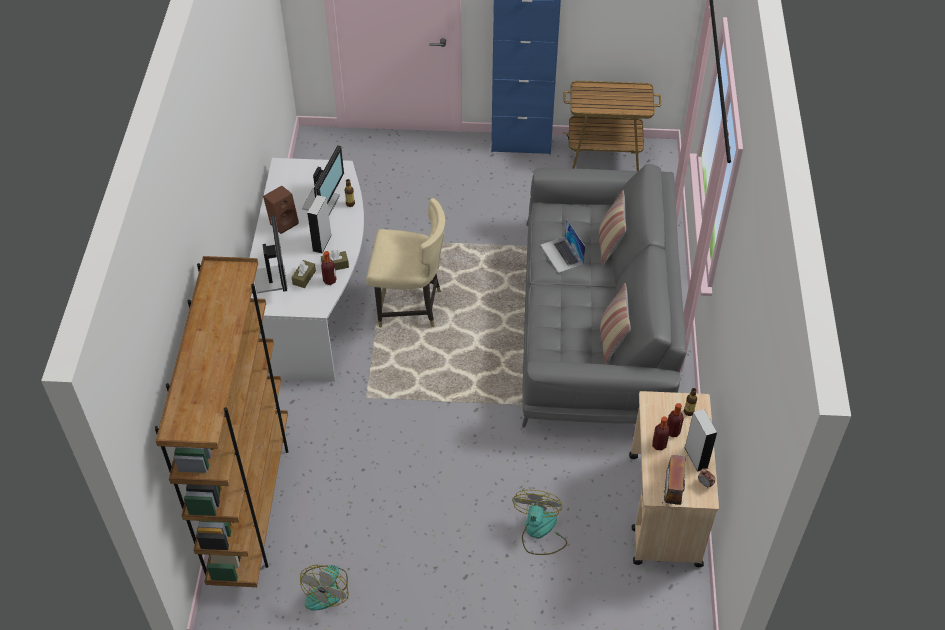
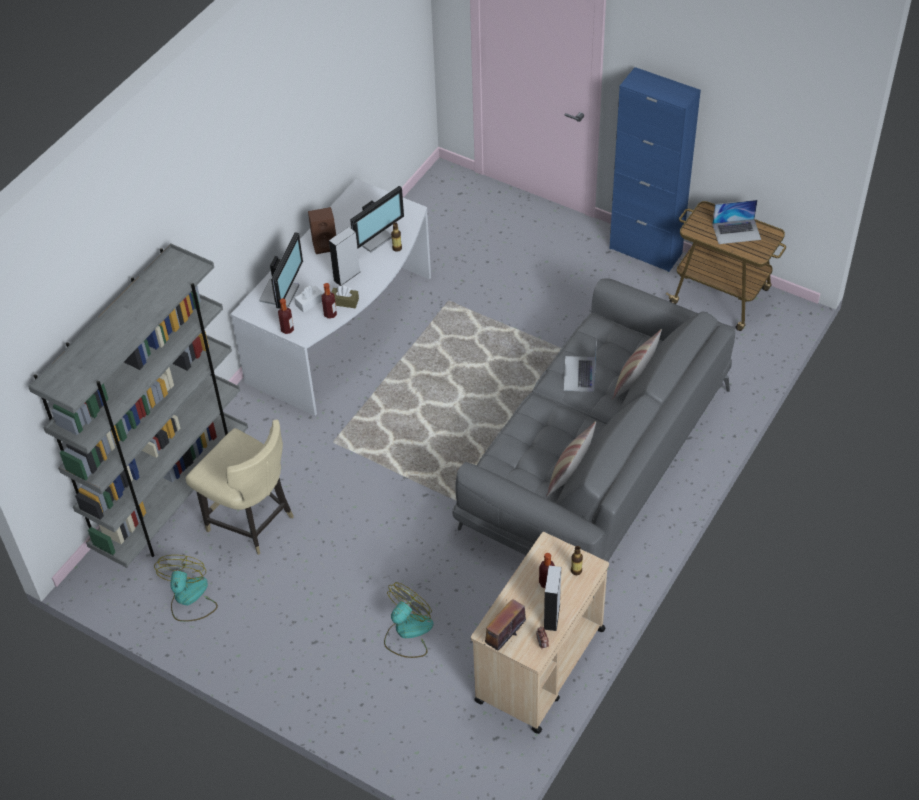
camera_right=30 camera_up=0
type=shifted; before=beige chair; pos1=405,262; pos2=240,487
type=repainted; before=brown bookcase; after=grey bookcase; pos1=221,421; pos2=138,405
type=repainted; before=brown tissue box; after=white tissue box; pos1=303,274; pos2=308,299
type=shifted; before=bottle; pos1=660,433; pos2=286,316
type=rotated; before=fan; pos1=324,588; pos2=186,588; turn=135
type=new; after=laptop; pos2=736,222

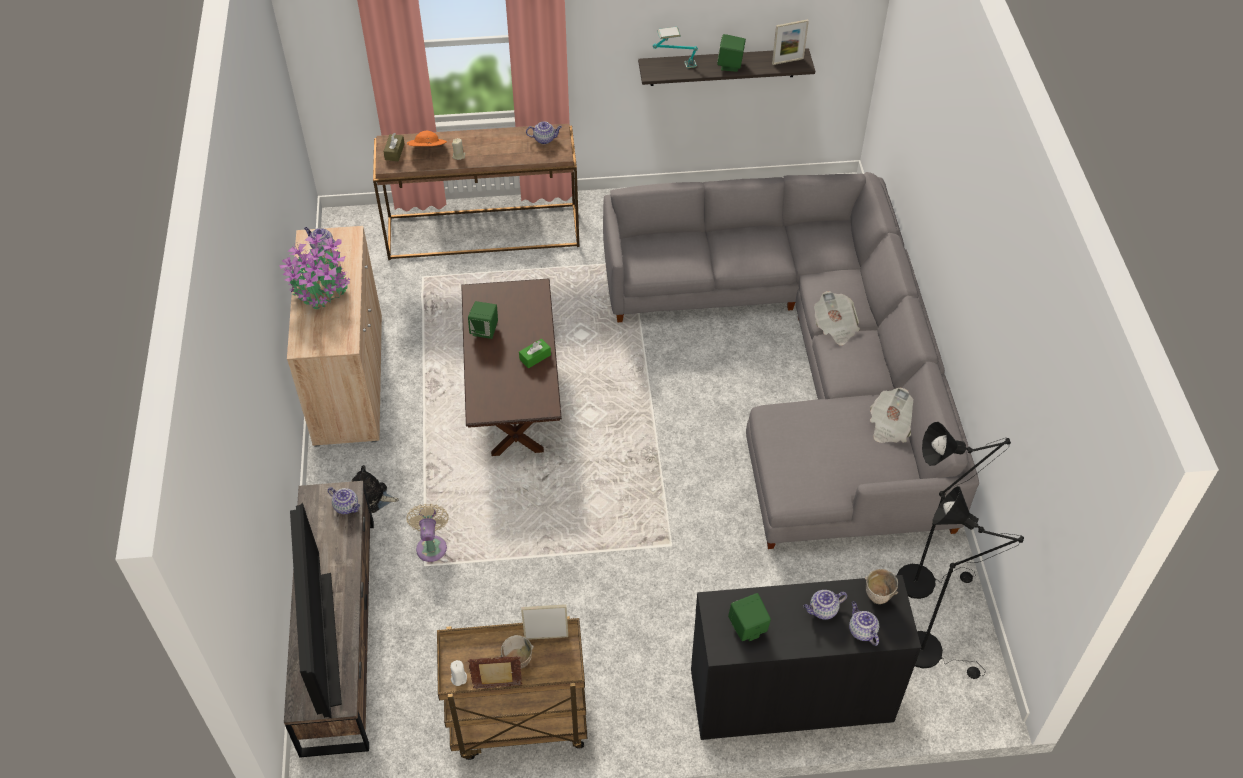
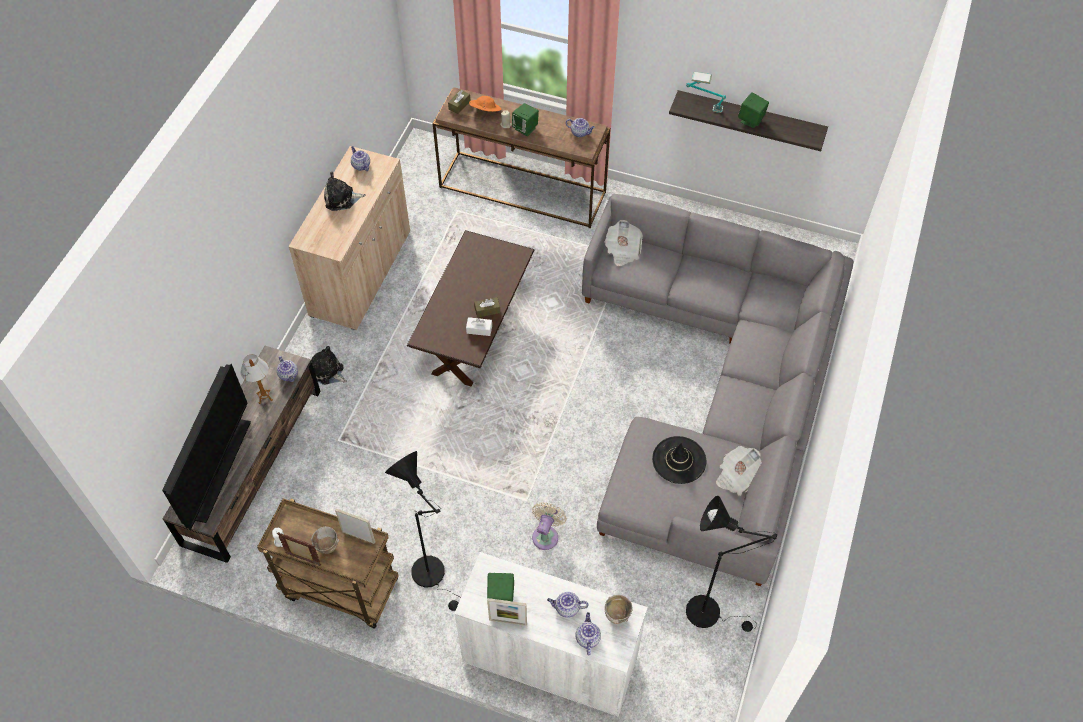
camera_right=25 camera_up=5
type=shifted; before=picture frame; pos1=790,42; pos2=507,612
type=swapped; before=potted plant; after=plush toy; pos1=314,271; pos2=345,191
type=shifted; before=newspaper; pos1=837,318; pos2=623,243
type=shifted; before=green speaker; pos1=483,320; pos2=525,119
type=repainted; before=green tissue box; after=brown tissue box; pos1=535,353; pos2=487,307
type=shifted; before=black floor lamp; pos1=969,582; pos2=422,531
type=shifted; before=beige fan; pos1=427,533; pos2=549,526
type=repainted; before=black cabinet; after=white cabinet; pos1=806,657; pos2=551,634
type=new; after=white tissue box; pos2=479,326
type=new; after=table lamp; pos2=256,379
type=new; after=black hat; pos2=679,460

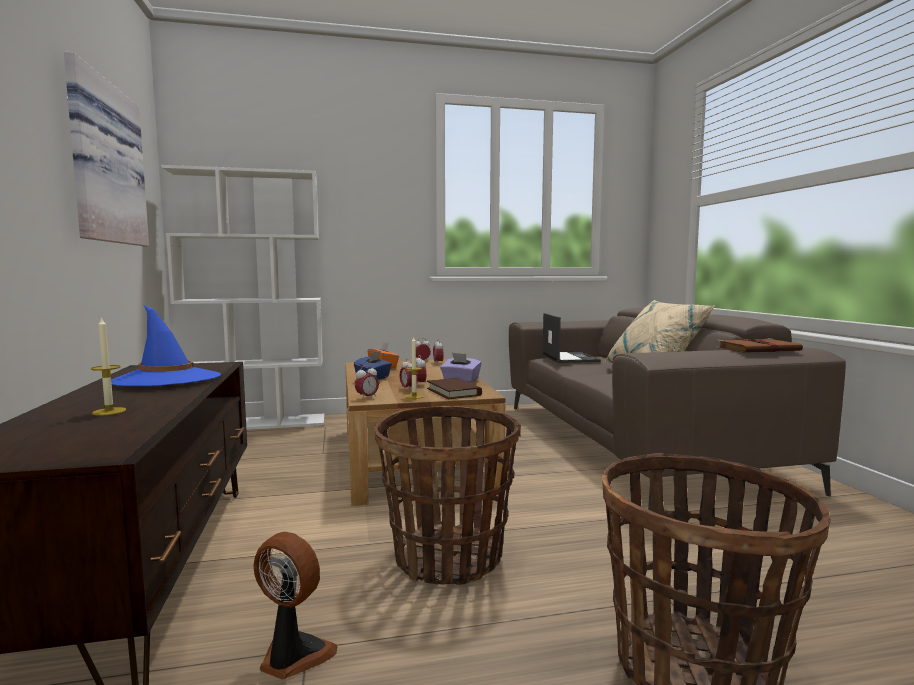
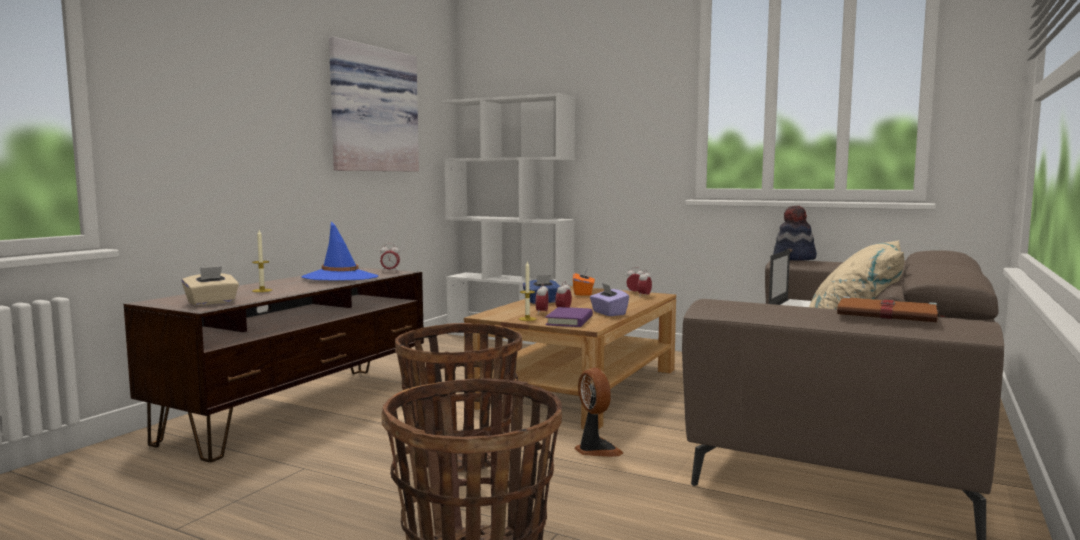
camera_right=40 camera_up=0
type=shifted; before=alarm clock; pos1=367,382; pos2=390,257
type=repainted; before=brown book; after=purple book; pos1=454,388; pos2=569,317
type=shifted; before=fan; pos1=295,605; pos2=598,412
type=new; after=hat; pos2=795,233
type=new; after=beige tissue box; pos2=210,286

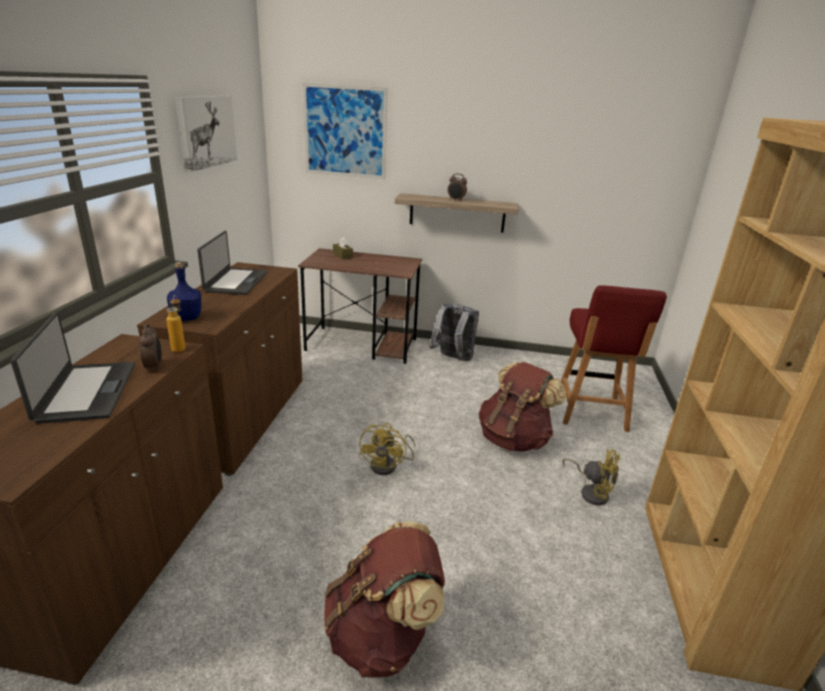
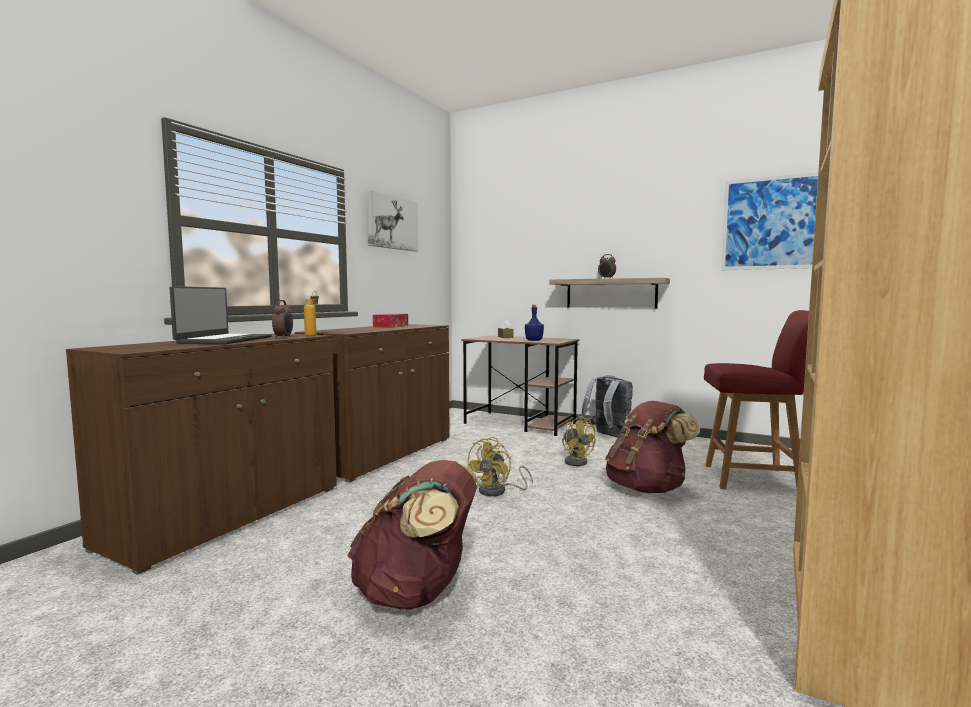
camera_right=20 camera_up=-20
type=shifted; before=picture; pos1=345,131; pos2=769,221
type=swapped; before=laptop; after=tissue box; pos1=232,263; pos2=390,321
type=shifted; before=blue bottle; pos1=184,291; pos2=534,323
type=rotated; before=red chair; pos1=614,359; pos2=756,400; turn=-105
type=shifted; before=yellow fan; pos1=591,477; pos2=579,440

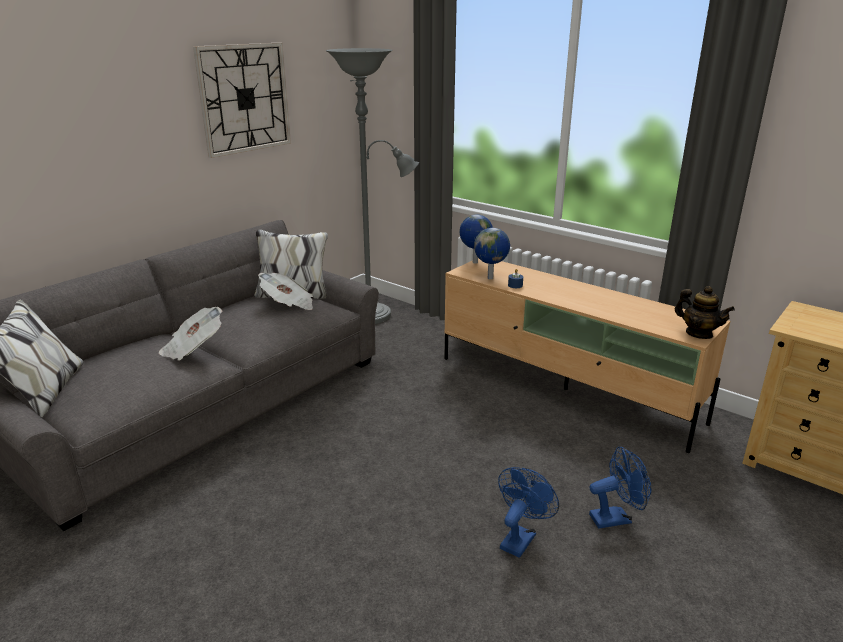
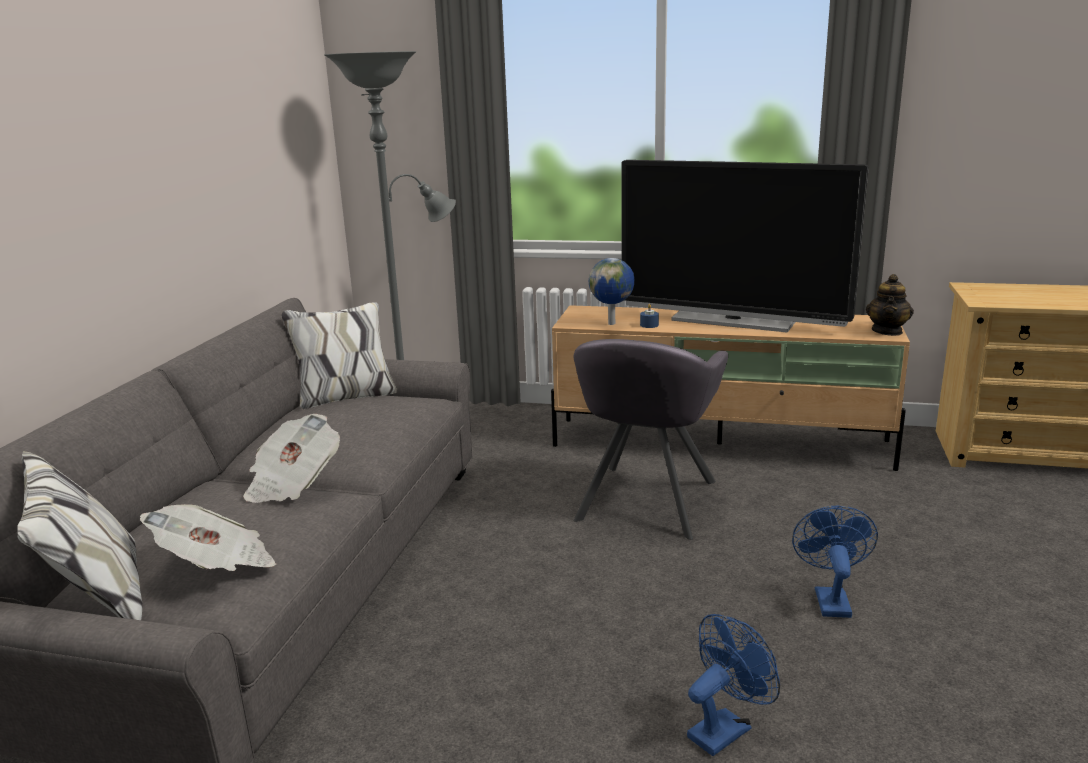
camera_right=-25 camera_up=-5
type=gone; before=wall clock; pos1=242,100
type=gone; before=globe; pos1=476,239
type=shifted; before=newspaper; pos1=285,291; pos2=208,537
type=rotated; before=teapot; pos1=705,312; pos2=890,305; turn=90
type=shifted; before=blue fan; pos1=620,488; pos2=733,685
type=new; after=television; pos2=745,246
type=new; after=grey armchair; pos2=650,439

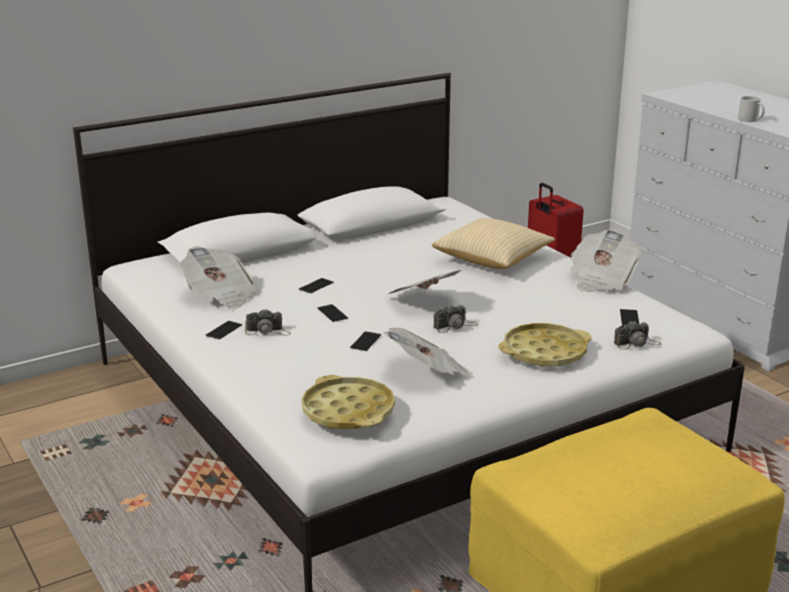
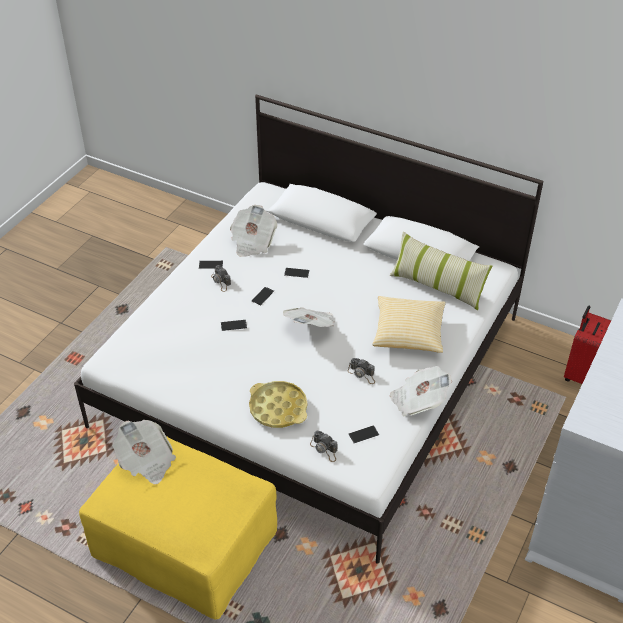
camera_right=60 camera_up=20
type=gone; before=white mug; pos1=751,109
type=shifted; before=photo camera; pos1=456,318; pos2=361,371
type=shifted; before=newspaper; pos1=428,351; pos2=144,452
type=gone; before=yellow tray; pos1=348,402
type=new; after=pillow; pos2=441,270

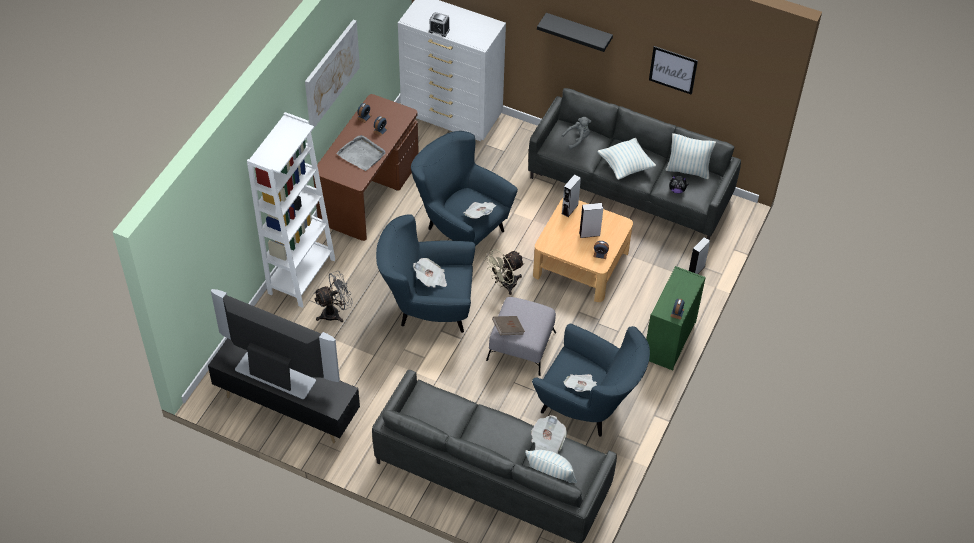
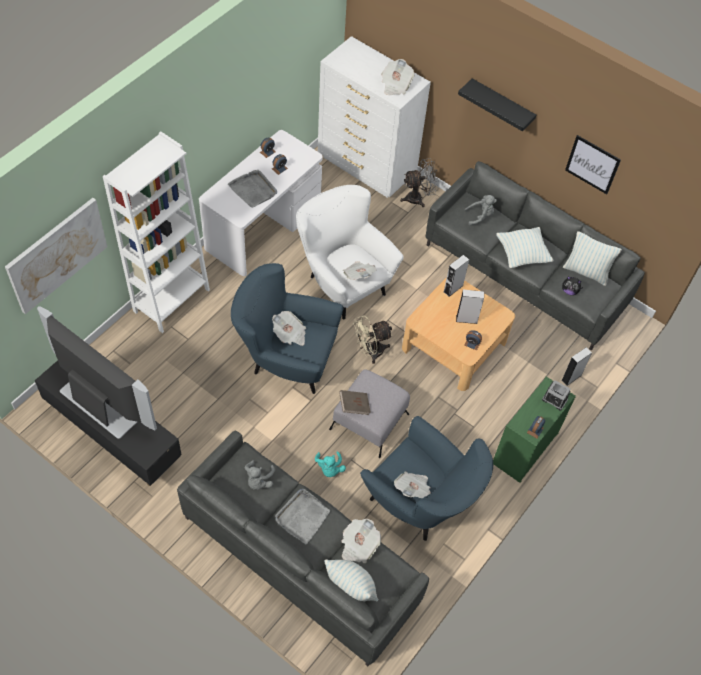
camera_right=10 camera_up=5
type=shifted; before=alarm clock; pos1=439,24; pos2=556,395
type=shifted; before=picture; pos1=332,73; pos2=56,256
type=repainted; before=brown desk; after=white desk; pos1=366,167; pos2=261,203
type=repainted; before=blue armchair; after=white armchair; pos1=464,188; pos2=350,252
type=shifted; before=grey fan; pos1=333,296; pos2=419,182
type=new; after=newspaper; pos2=397,77
type=new; after=turquoise plush toy; pos2=330,464
type=new; after=grey plush toy; pos2=259,475
type=new; after=grey tray; pos2=302,516

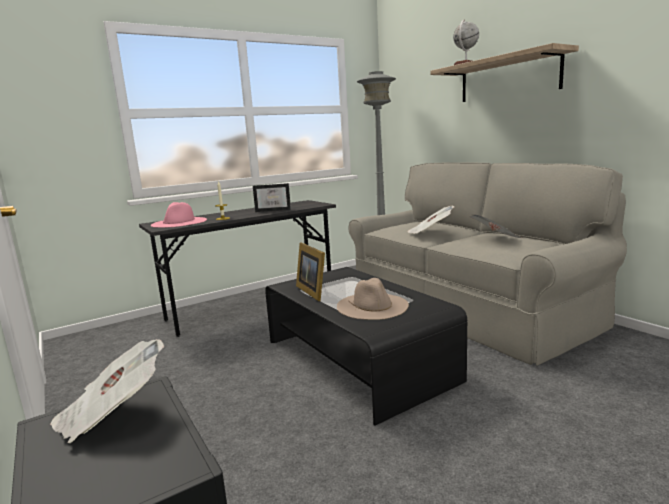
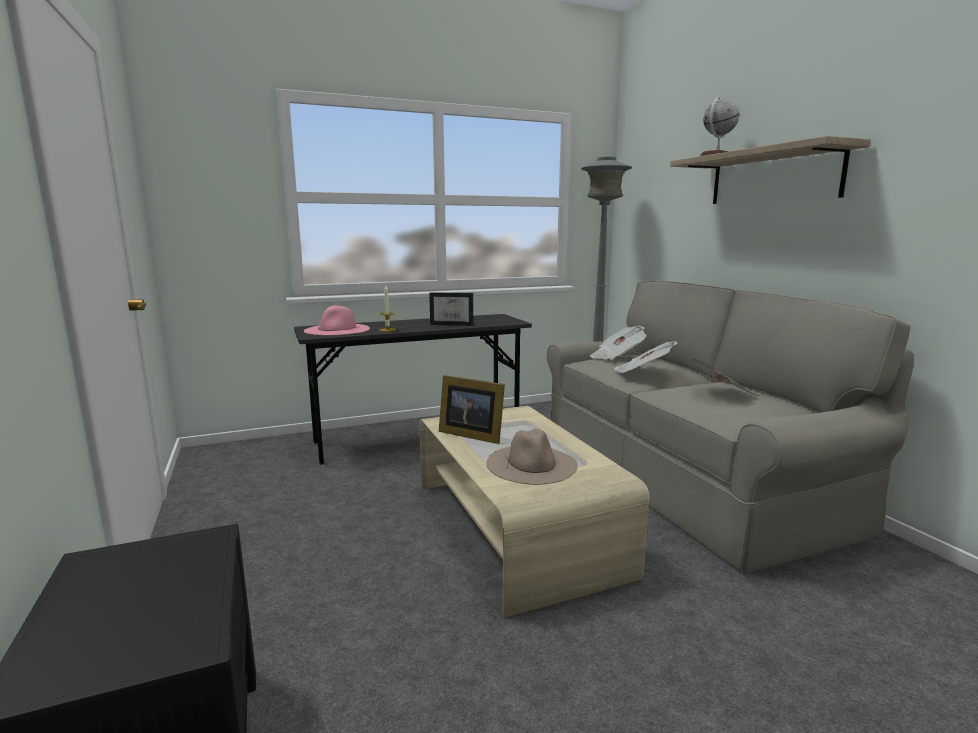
camera_right=10 camera_up=0
type=rotated; before=picture frame; pos1=310,272; pos2=472,409; turn=-45
type=repainted; before=black coffee table; after=beige coffee table; pos1=366,346; pos2=534,512
type=shifted; before=newspaper; pos1=107,391; pos2=618,343

